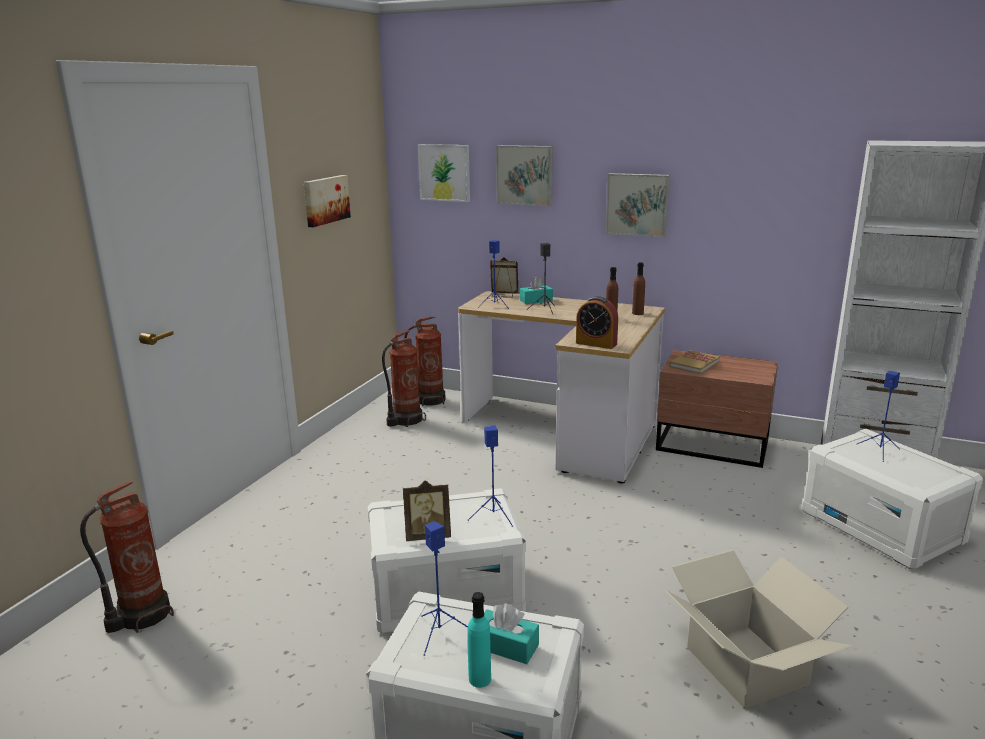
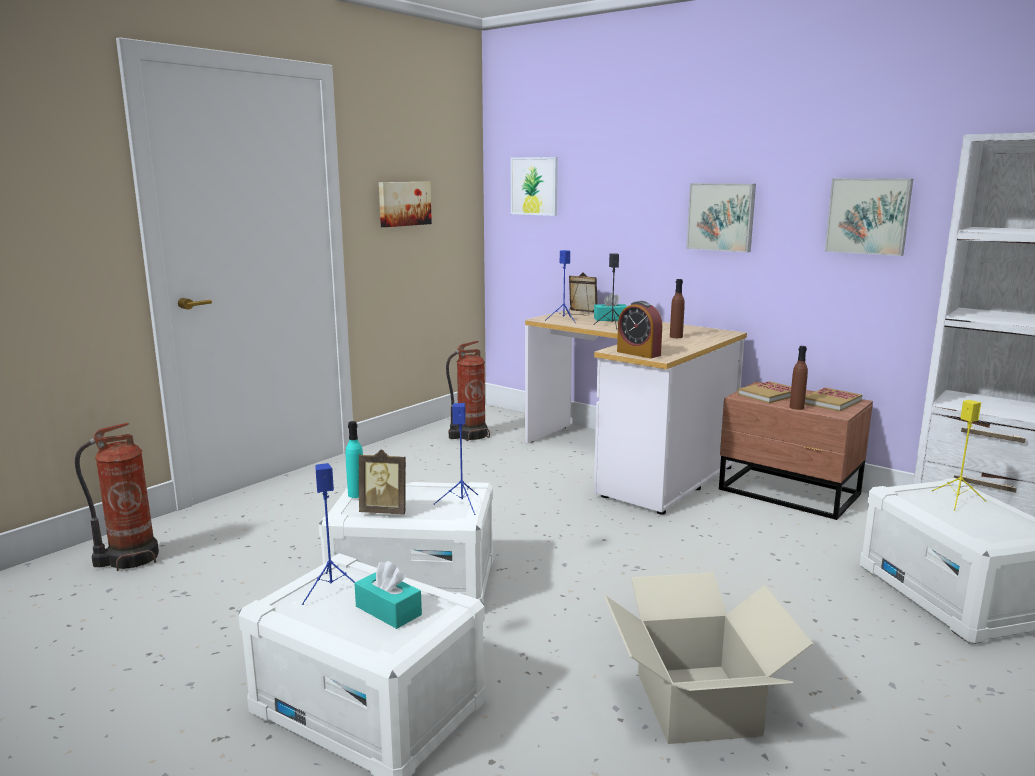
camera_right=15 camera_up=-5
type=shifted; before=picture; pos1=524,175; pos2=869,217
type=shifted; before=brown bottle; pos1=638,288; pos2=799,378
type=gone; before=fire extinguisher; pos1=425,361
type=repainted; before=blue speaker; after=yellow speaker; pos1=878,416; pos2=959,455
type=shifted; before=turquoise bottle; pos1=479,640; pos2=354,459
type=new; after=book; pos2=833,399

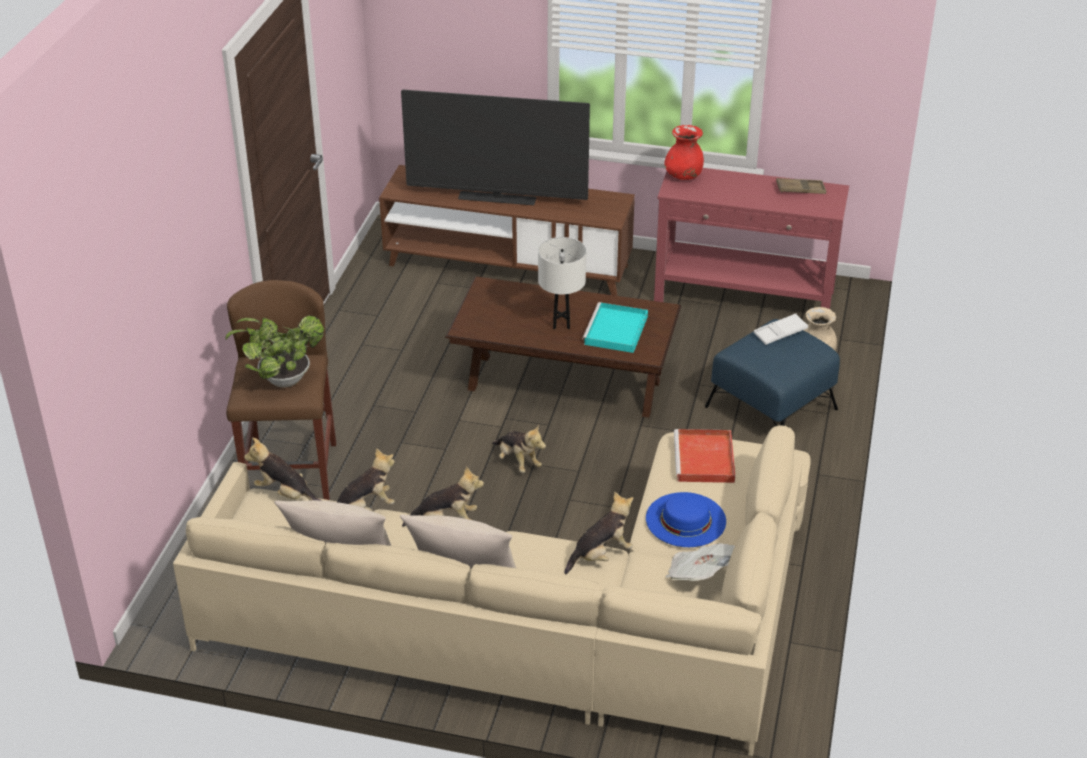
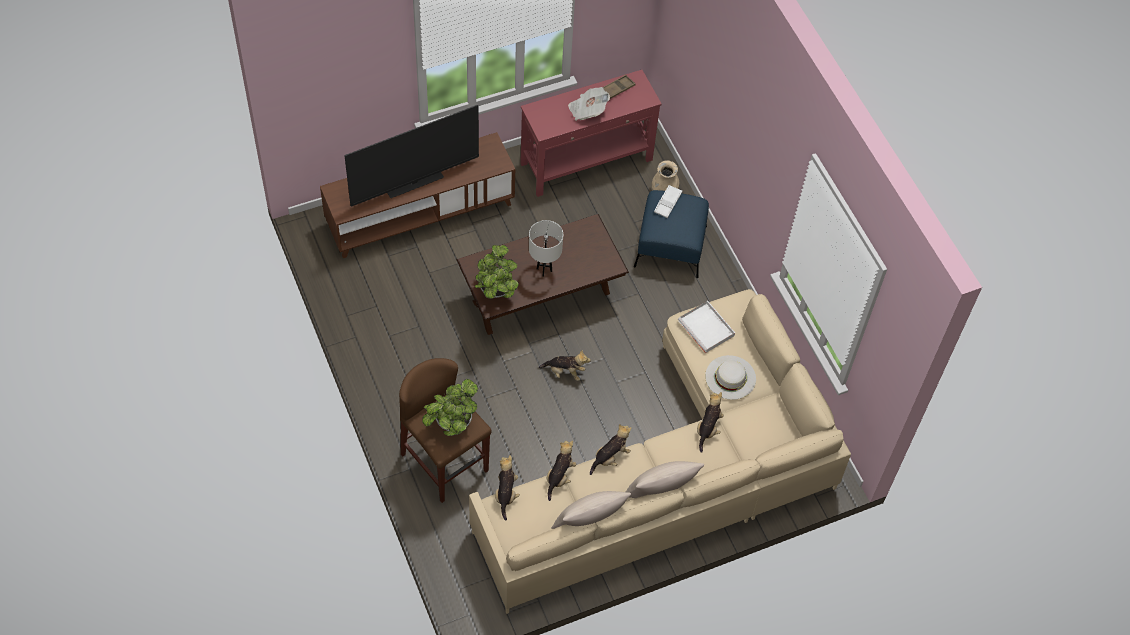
camera_right=-40 camera_up=20
type=gone; before=red vase; pos1=684,152
type=gone; before=turquoise tray; pos1=615,327
type=repainted; before=red tray; after=white tray; pos1=704,456; pos2=706,327
type=rotated; before=plush toy; pos1=283,469; pos2=507,488; turn=105
type=repainted; before=blue hat; after=white hat; pos1=686,519; pos2=730,377
type=shifted; before=newspaper; pos1=700,562; pos2=589,104
type=new; after=potted plant; pos2=497,272

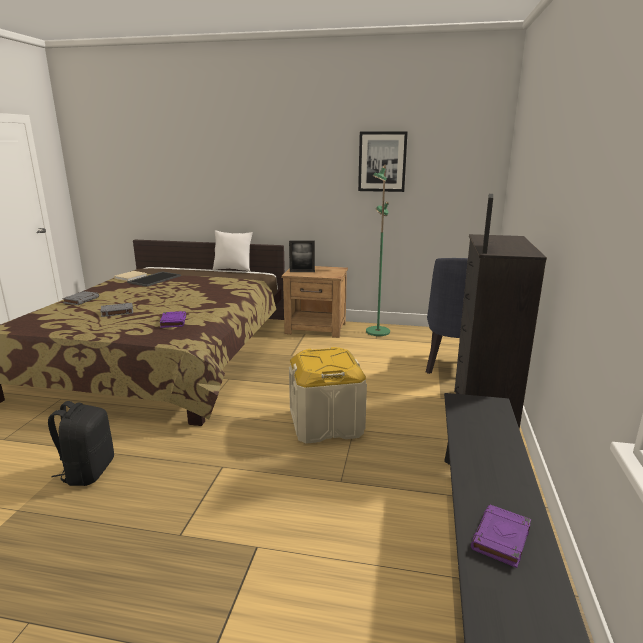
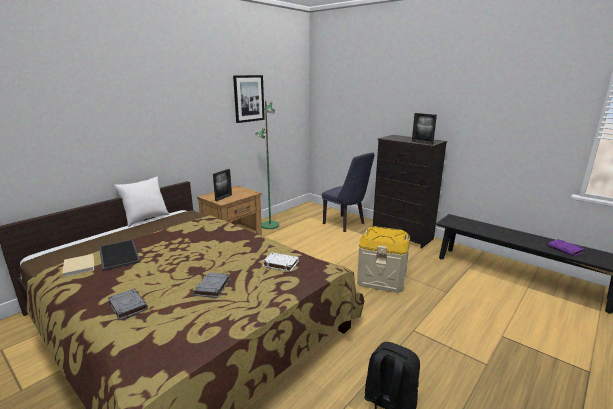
camera_right=-60 camera_up=0
type=repainted; before=purple book; after=white book; pos1=173,319; pos2=281,262

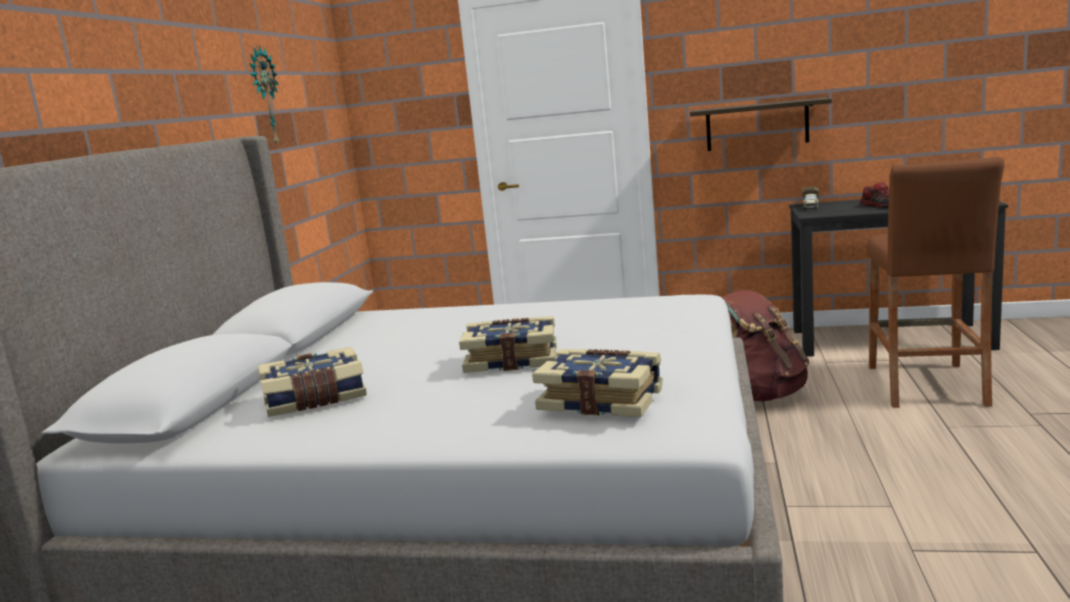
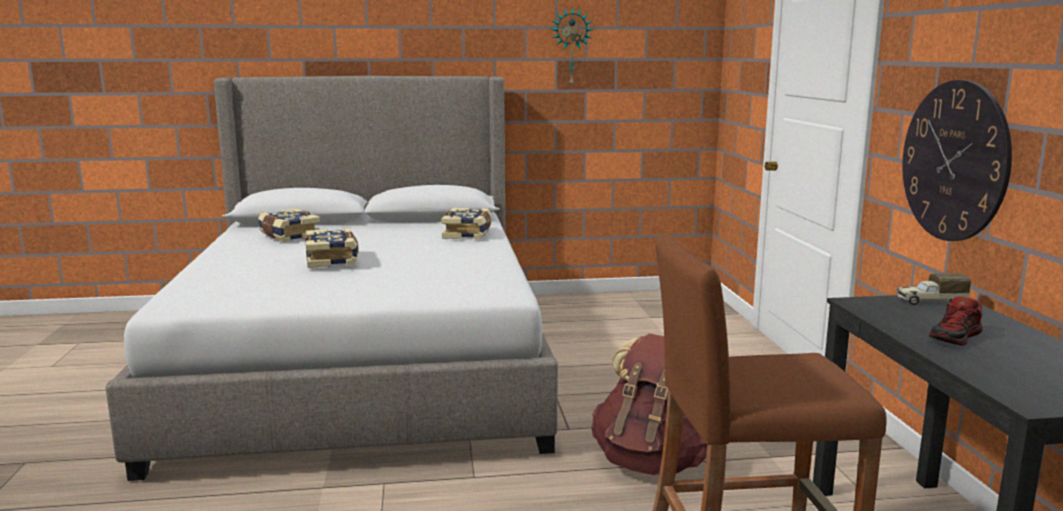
camera_right=70 camera_up=0
type=swapped; before=shelf; after=wall clock; pos1=761,124; pos2=957,160
type=shifted; before=book; pos1=597,383; pos2=466,223

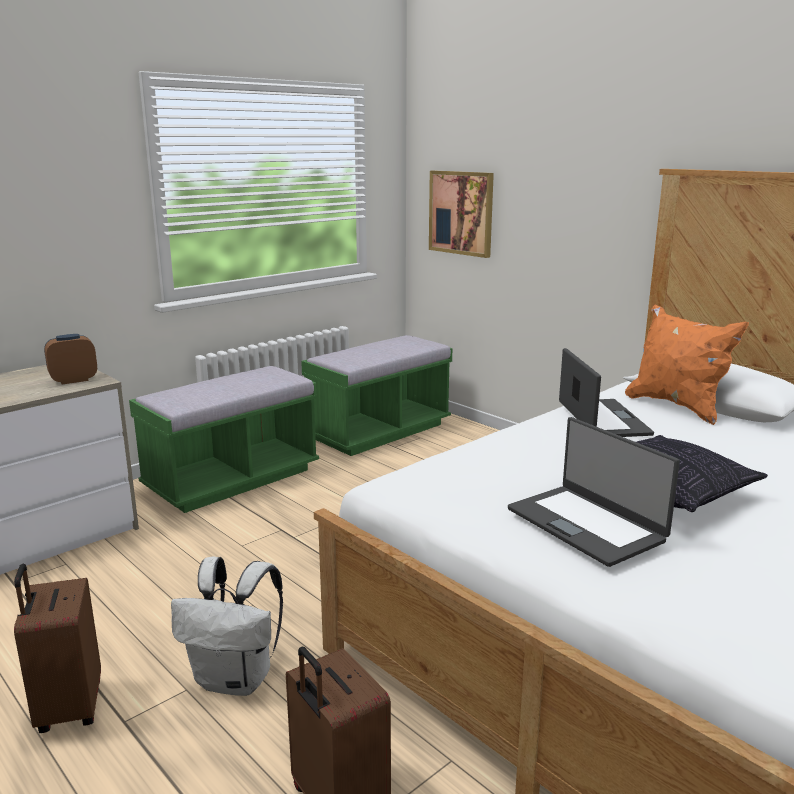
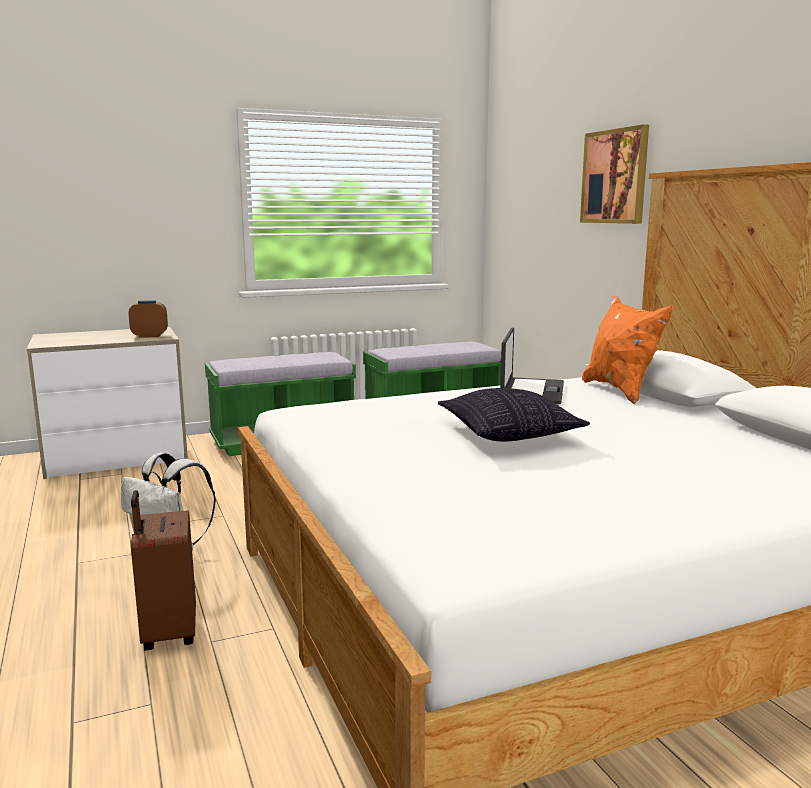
camera_right=20 camera_up=-5
type=shifted; before=picture; pos1=461,214; pos2=614,174
type=gone; before=laptop; pos1=594,492
type=gone; before=brown suitcase; pos1=57,648

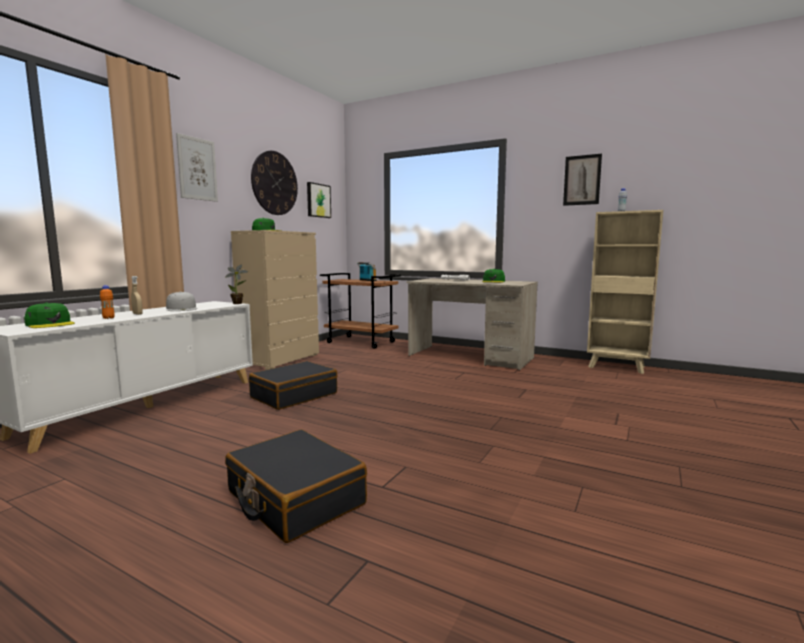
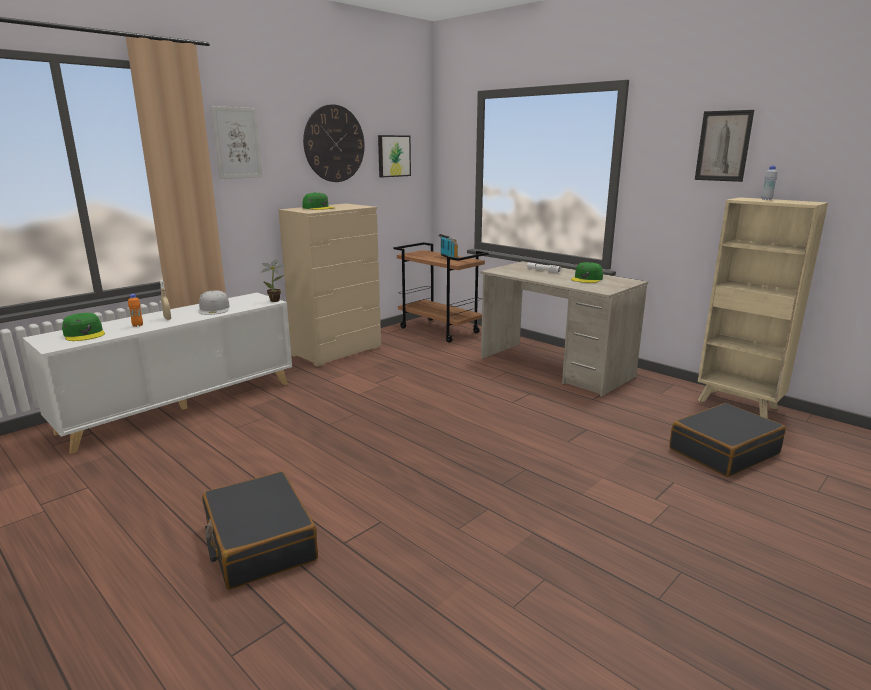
camera_right=15 camera_up=10
type=shifted; before=black suitcase; pos1=293,385; pos2=727,440

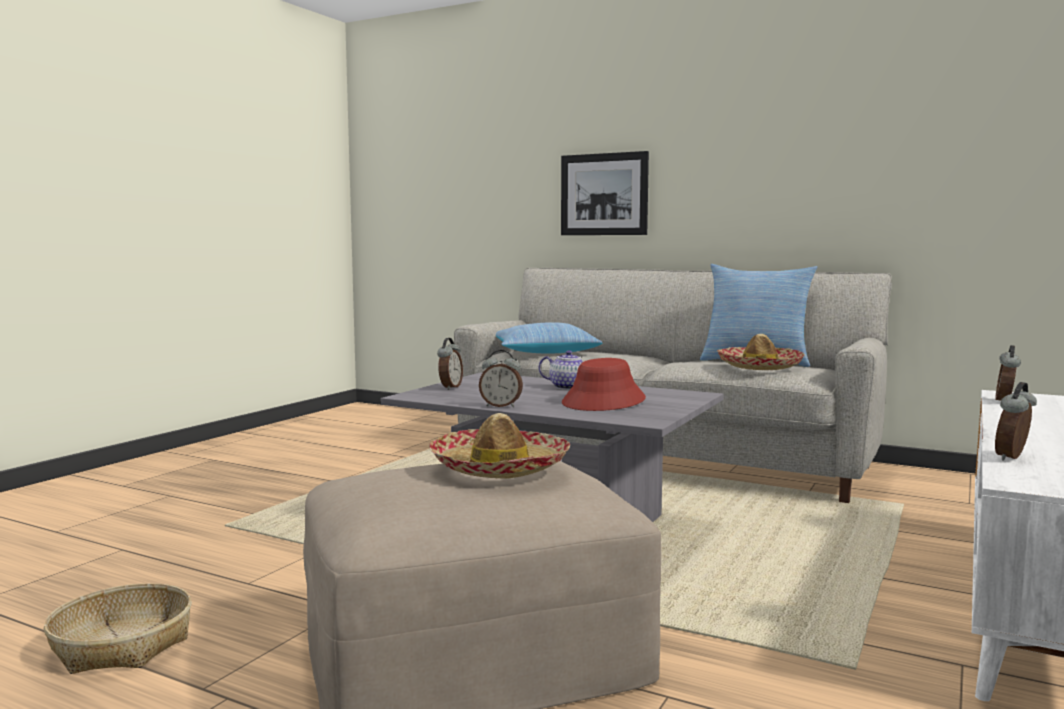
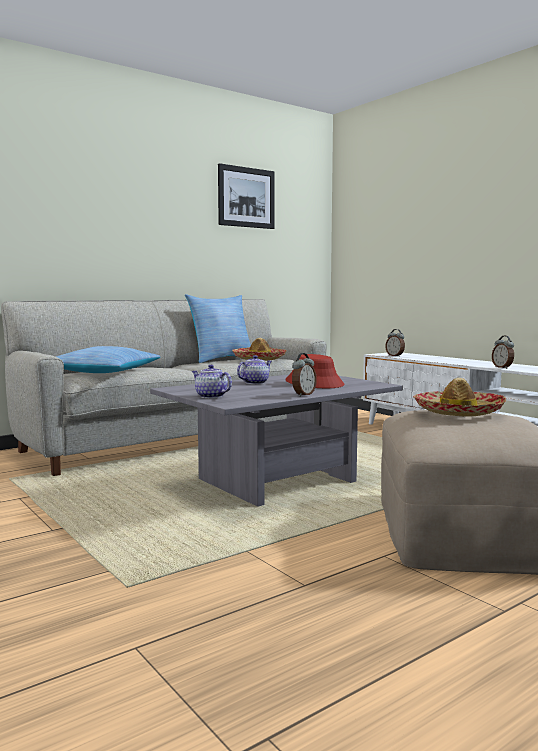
camera_right=-65 camera_up=0
type=shifted; before=picture; pos1=605,193; pos2=246,196
type=swapped; before=alarm clock; after=teapot; pos1=450,364; pos2=212,381
type=gone; before=basket; pos1=118,628

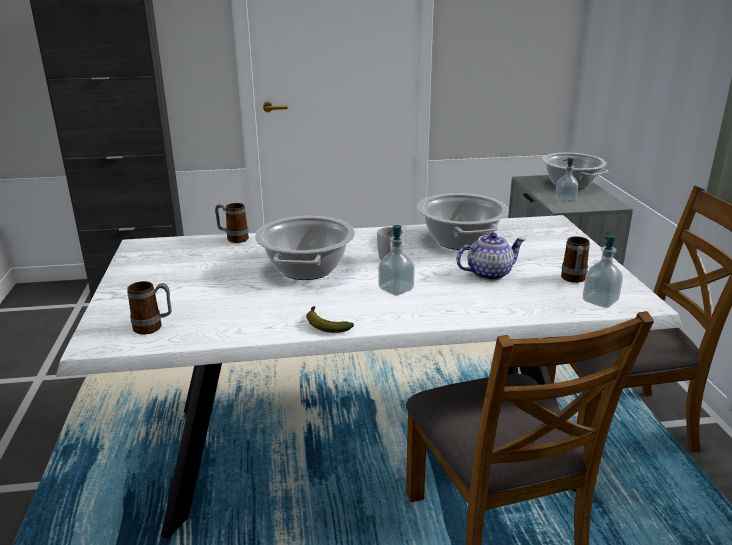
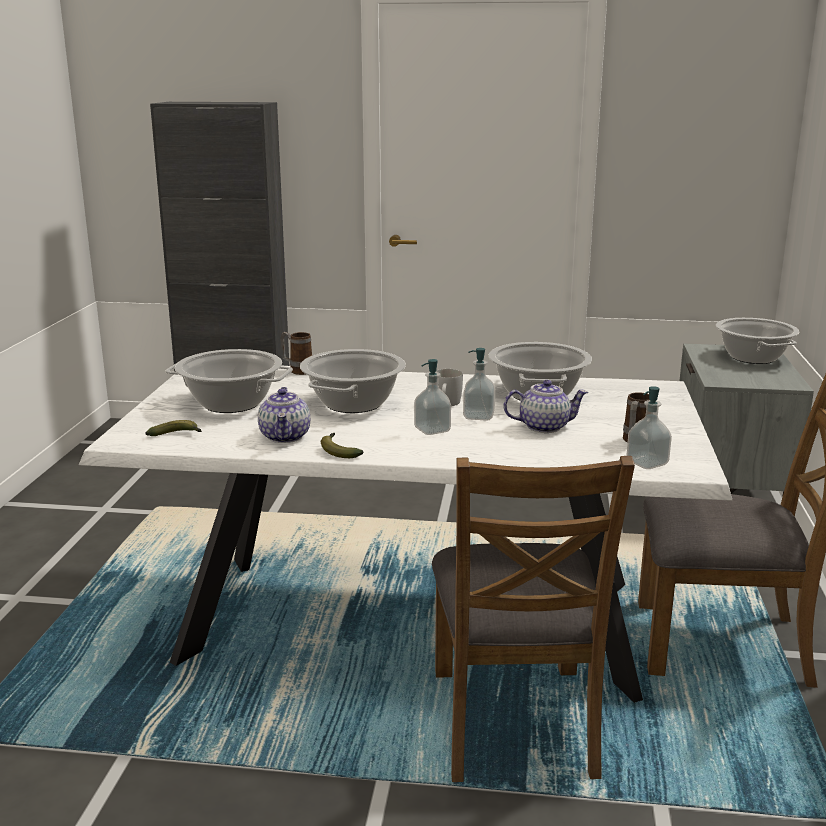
camera_right=15 camera_up=-5
type=shifted; before=soap dispenser; pos1=566,180; pos2=479,384
type=swapped; before=mug; after=banana; pos1=149,308; pos2=173,428
type=new; after=cooking pot; pos2=229,381
type=new; after=teapot; pos2=284,415

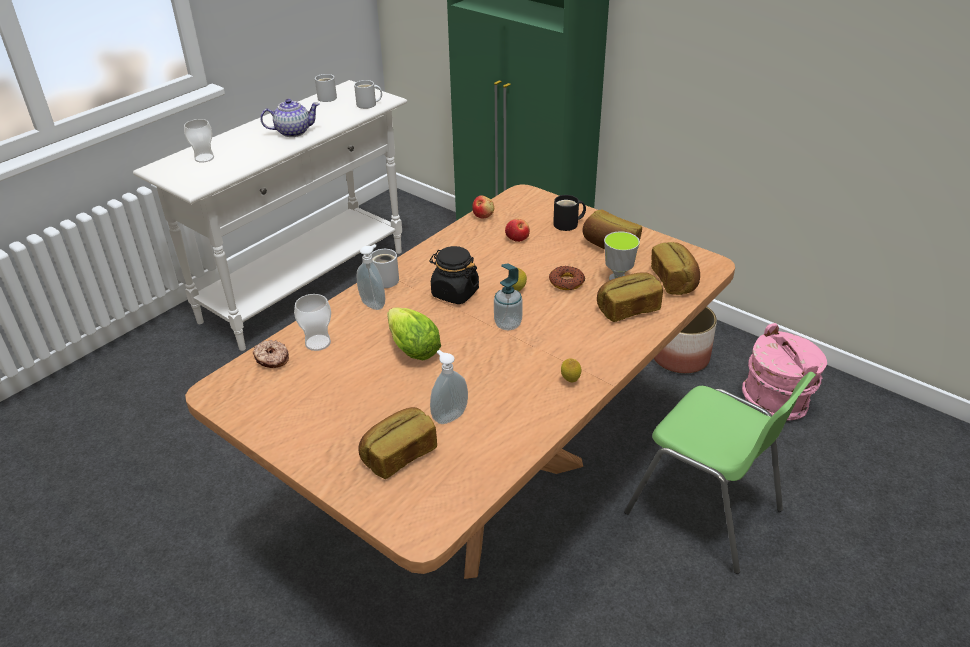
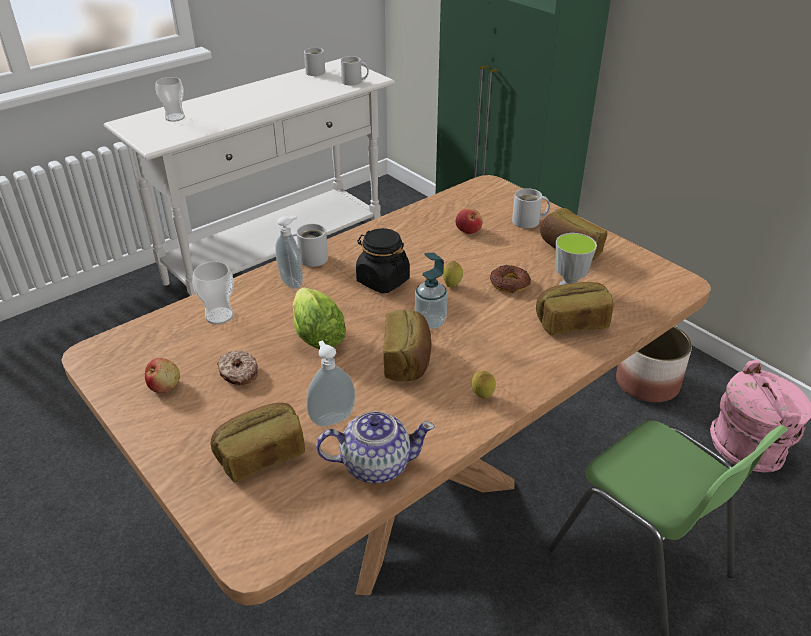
camera_right=10 camera_up=0
type=shifted; before=teapot; pos1=289,118; pos2=375,447
type=repainted; before=black mug; after=white mug; pos1=569,213; pos2=531,208
type=shifted; before=apple; pos1=483,207; pos2=162,375
type=shifted; before=bread; pos1=675,268; pos2=407,346
type=shifted; before=donut; pos1=271,354; pos2=237,368

